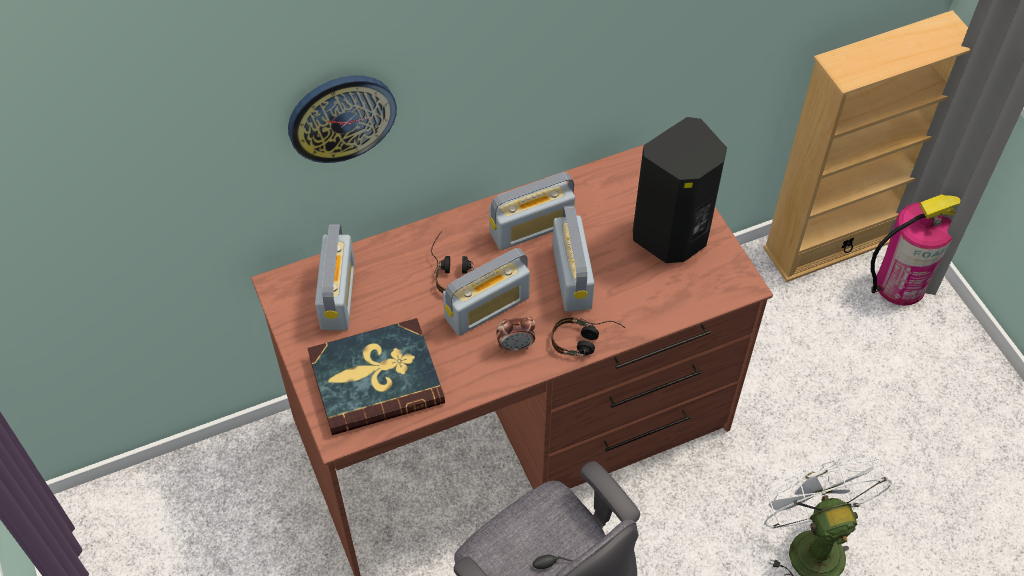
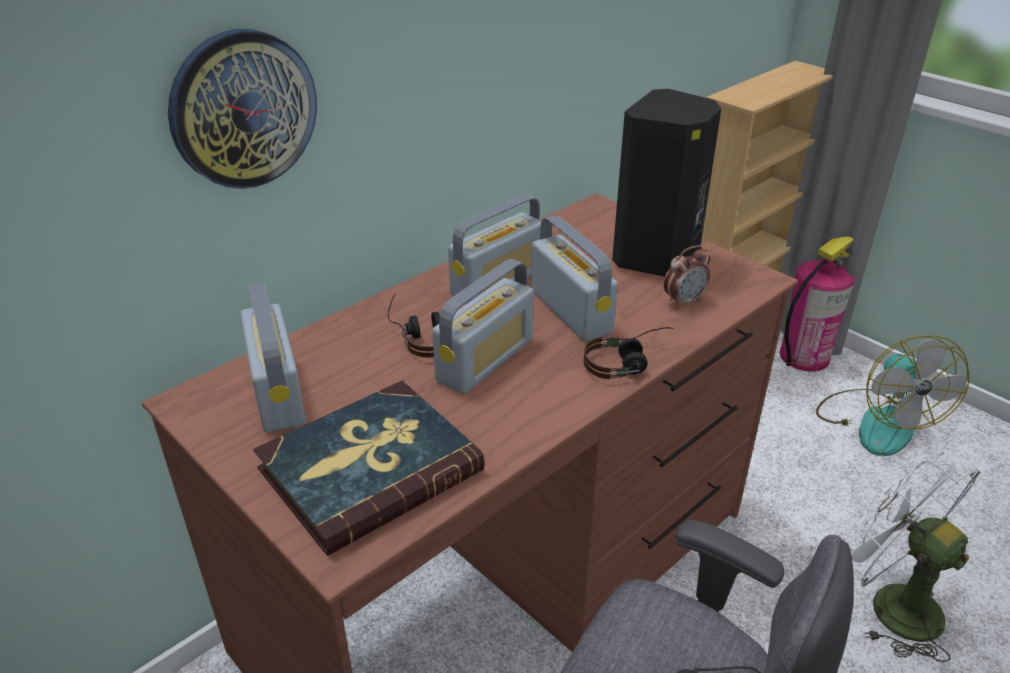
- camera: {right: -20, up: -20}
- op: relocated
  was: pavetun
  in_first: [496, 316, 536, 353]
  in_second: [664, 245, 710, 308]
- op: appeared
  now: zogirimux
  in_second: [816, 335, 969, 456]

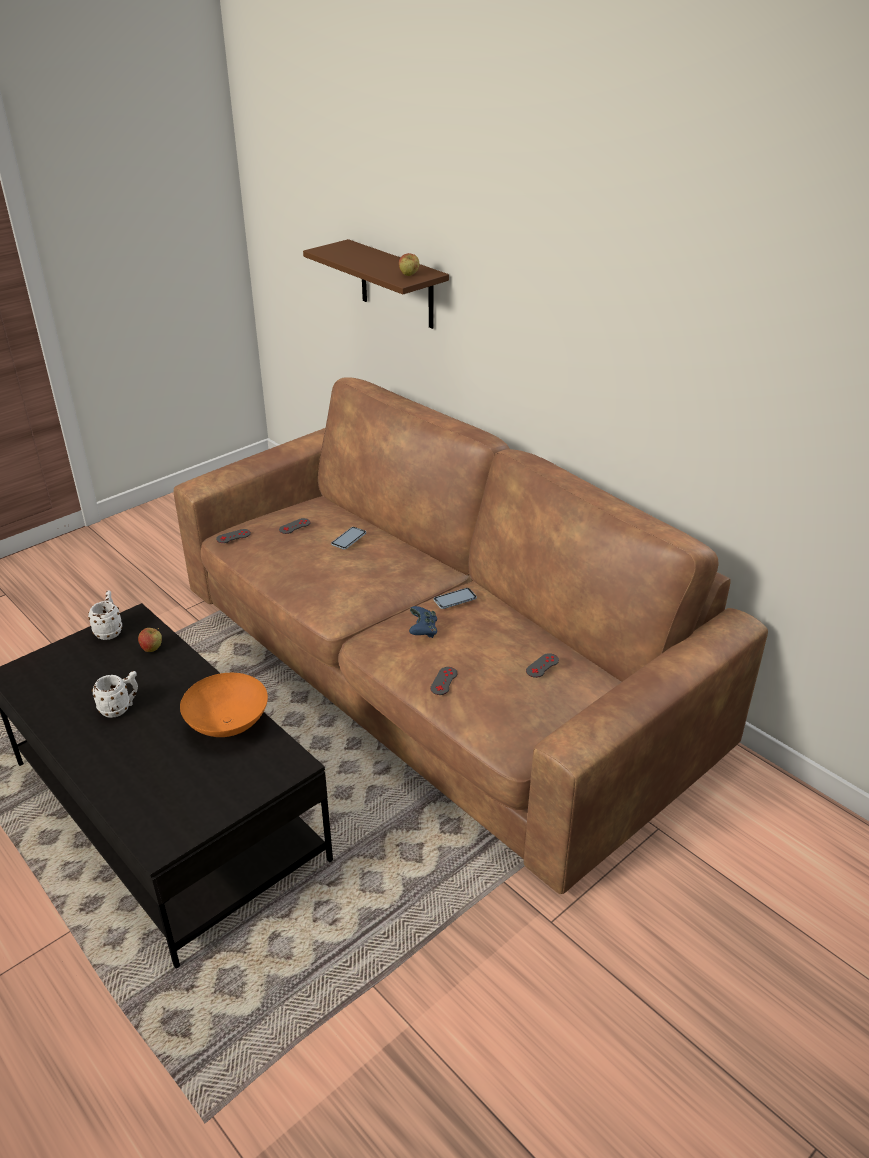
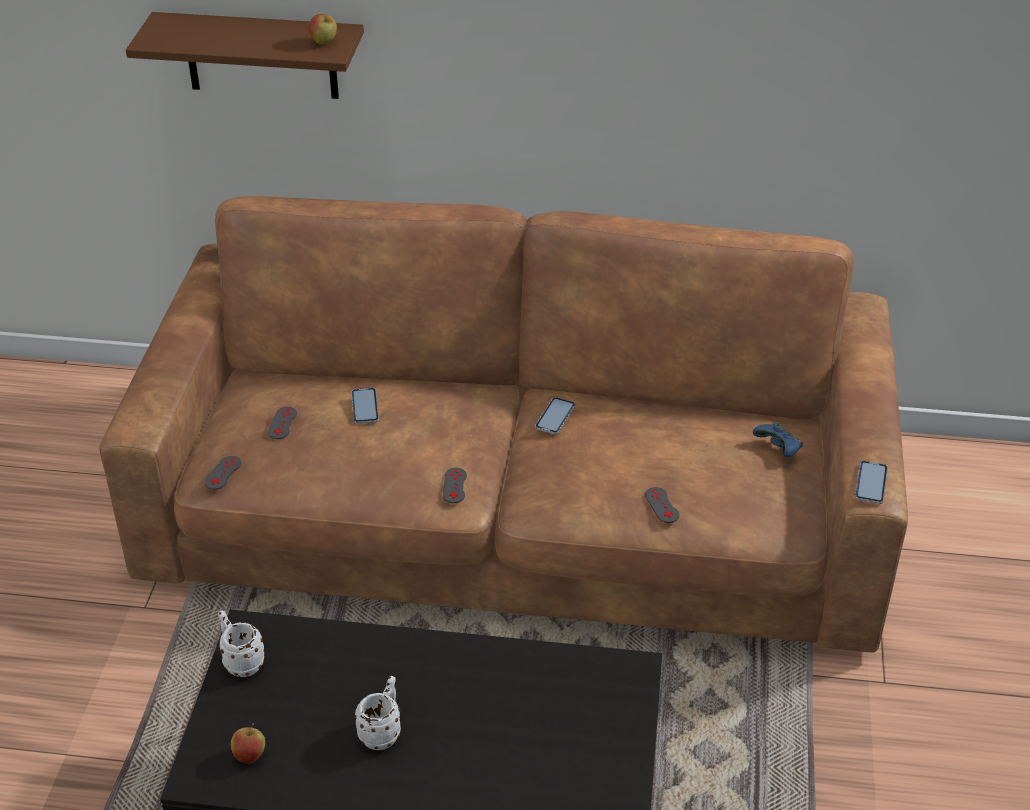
- camera: {right: -40, up: 5}
- op: relocated
  was: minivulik
  in_first: [138, 628, 162, 652]
  in_second: [231, 723, 265, 764]
- op: missing
  was: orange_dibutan
  in_first: [180, 673, 268, 737]
- op: relocated
  was: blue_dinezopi
  in_first: [409, 606, 437, 638]
  in_second: [753, 422, 803, 457]
- op: relocated
  was: grey_dinezopi
  in_first: [526, 653, 559, 678]
  in_second: [443, 468, 467, 503]
- op: appeared
  now: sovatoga
  in_second: [855, 461, 888, 504]

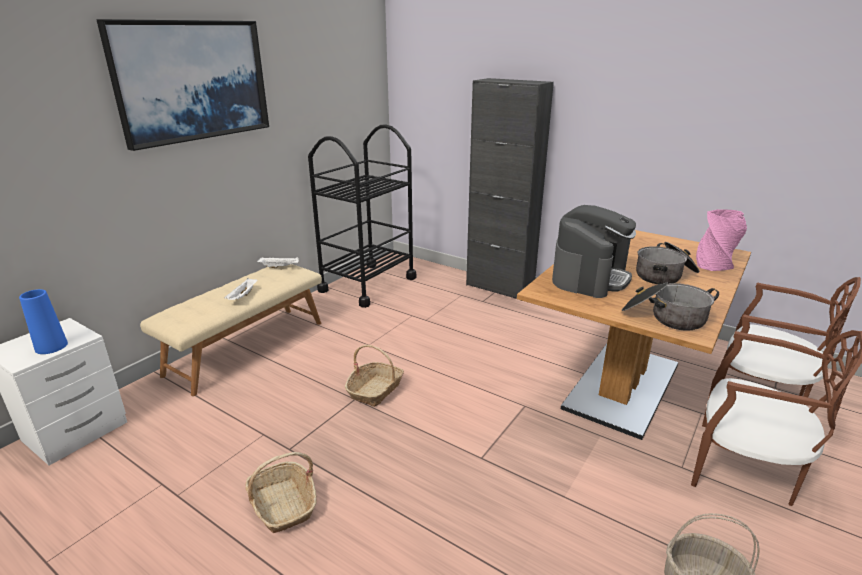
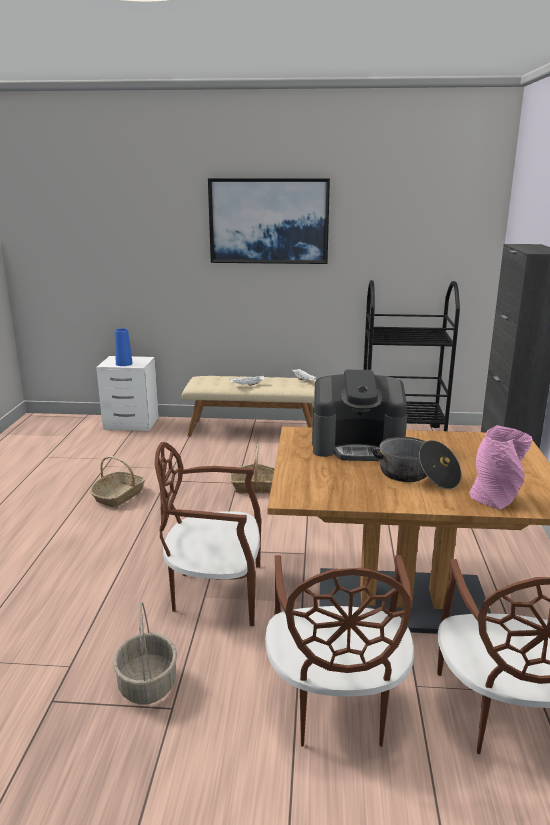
- camera: {right: 60, up: -5}
- op: missing
  was: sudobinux
  in_first: [622, 282, 719, 331]
- op: appeared
  now: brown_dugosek
  in_second: [155, 442, 261, 626]

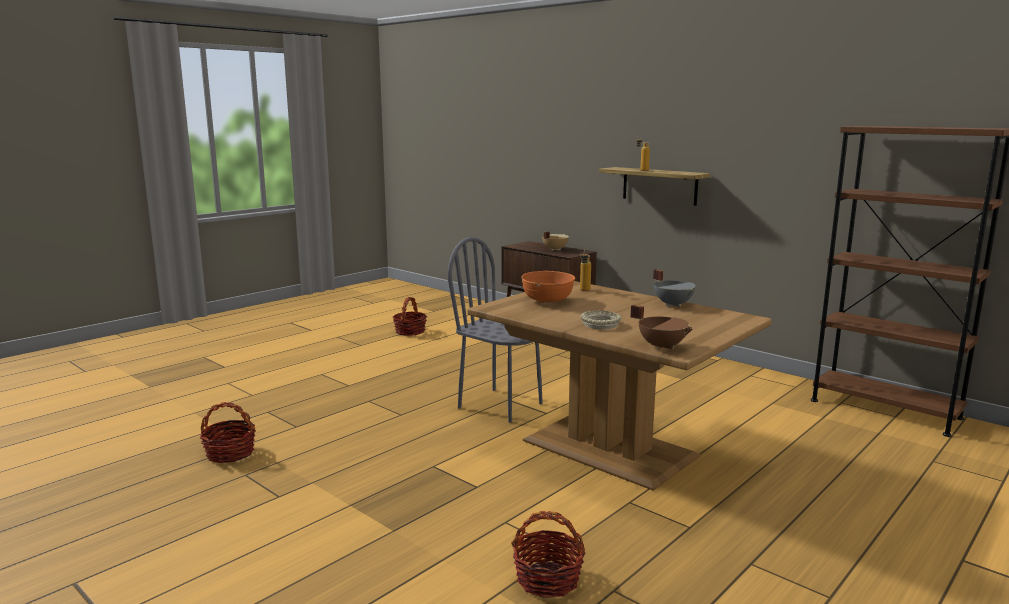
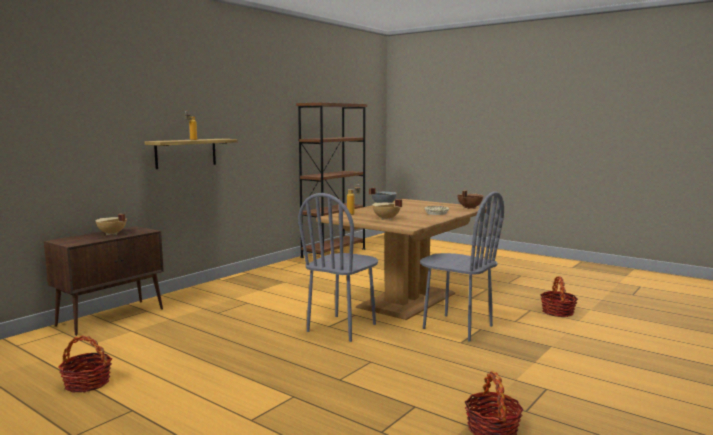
- camera: {right: -95, up: -5}
- op: exchanged
  was: orange_dibutan
  now: beige_sudobinux
  in_first: [521, 271, 575, 303]
  in_second: [372, 199, 402, 220]
- op: appeared
  now: grey_dugosek
  in_second: [420, 191, 504, 341]

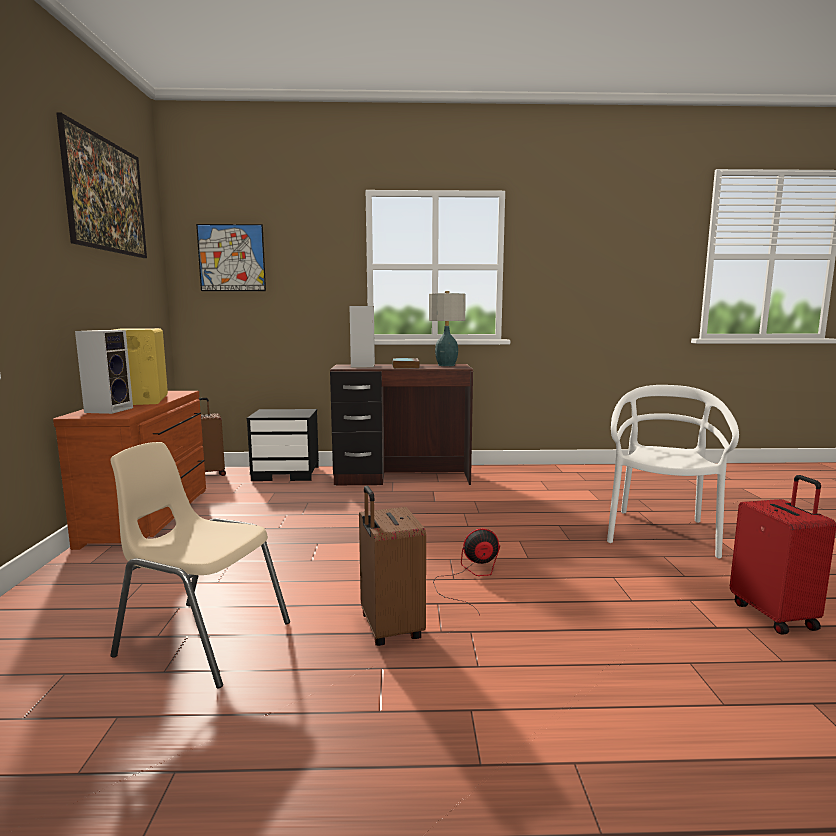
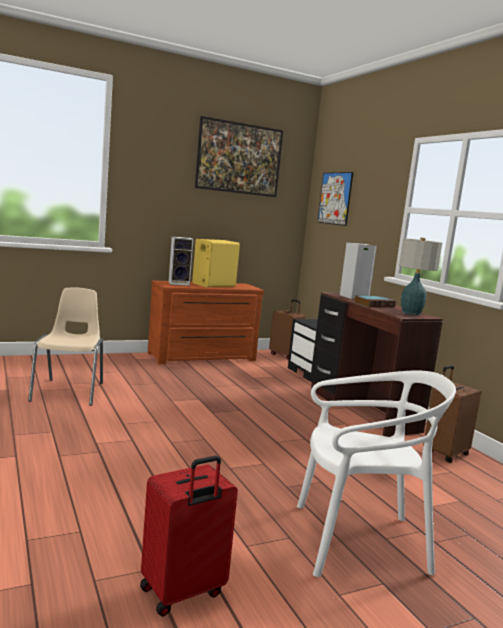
- camera: {right: 65, up: 0}
- op: relocated
  was: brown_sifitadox
  in_first: [359, 486, 426, 646]
  in_second: [423, 365, 481, 463]
- op: missing
  was: zogirimux
  in_first: [433, 528, 500, 615]

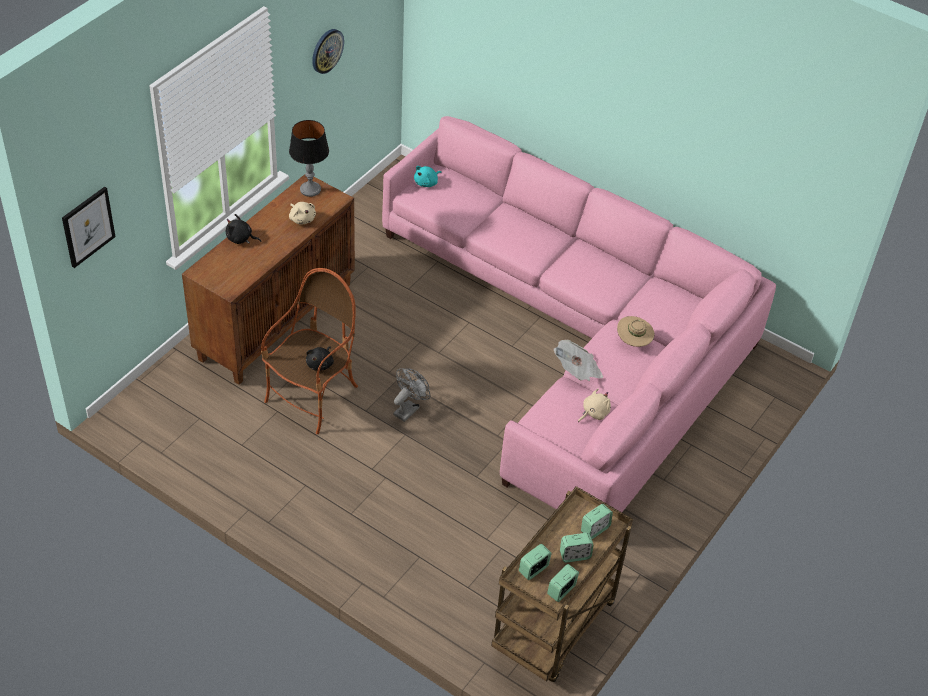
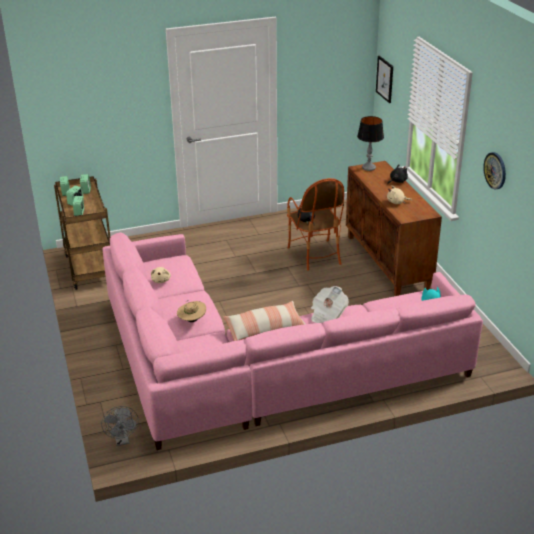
- camera: {right: 130, up: -15}
- op: relocated
  was: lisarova
  in_first: [289, 120, 329, 197]
  in_second: [357, 116, 384, 171]
- op: relocated
  was: grey_zogirimux
  in_first: [393, 368, 430, 422]
  in_second: [101, 406, 139, 446]
- op: relocated
  was: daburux
  in_first: [554, 340, 604, 381]
  in_second: [311, 286, 349, 323]
- op: appeared
  now: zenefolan
  in_second: [223, 301, 305, 341]

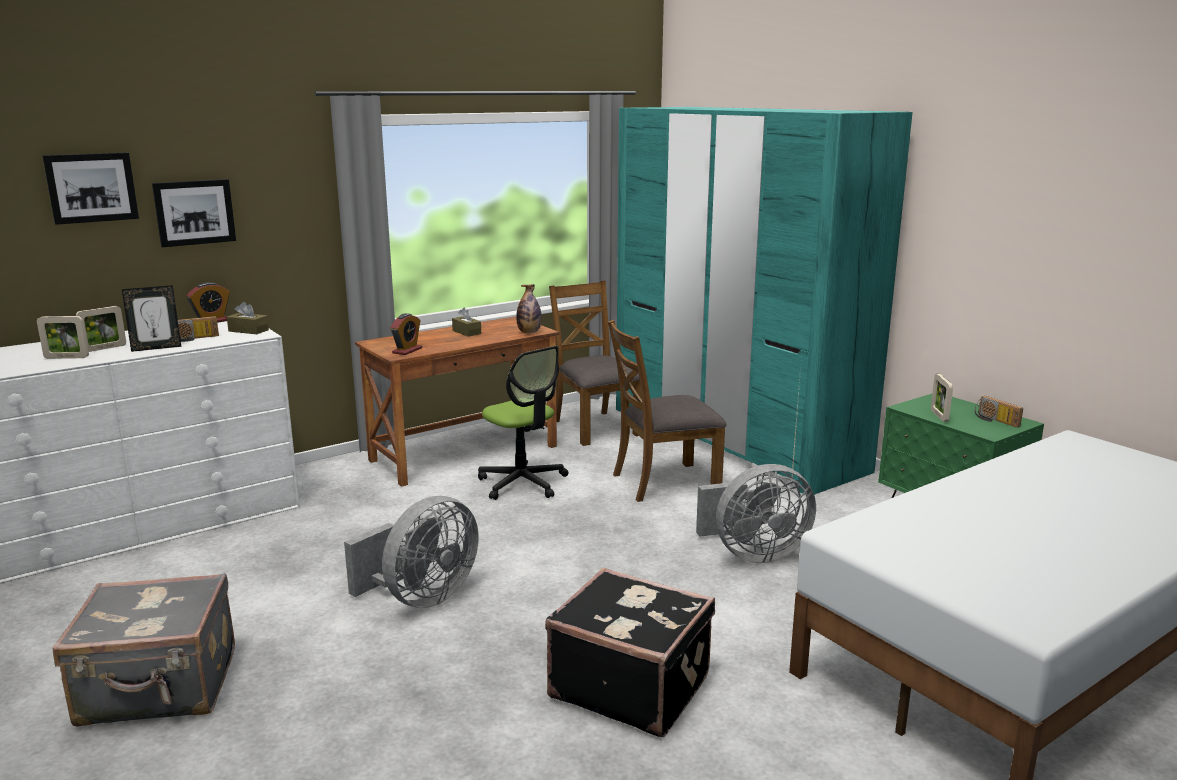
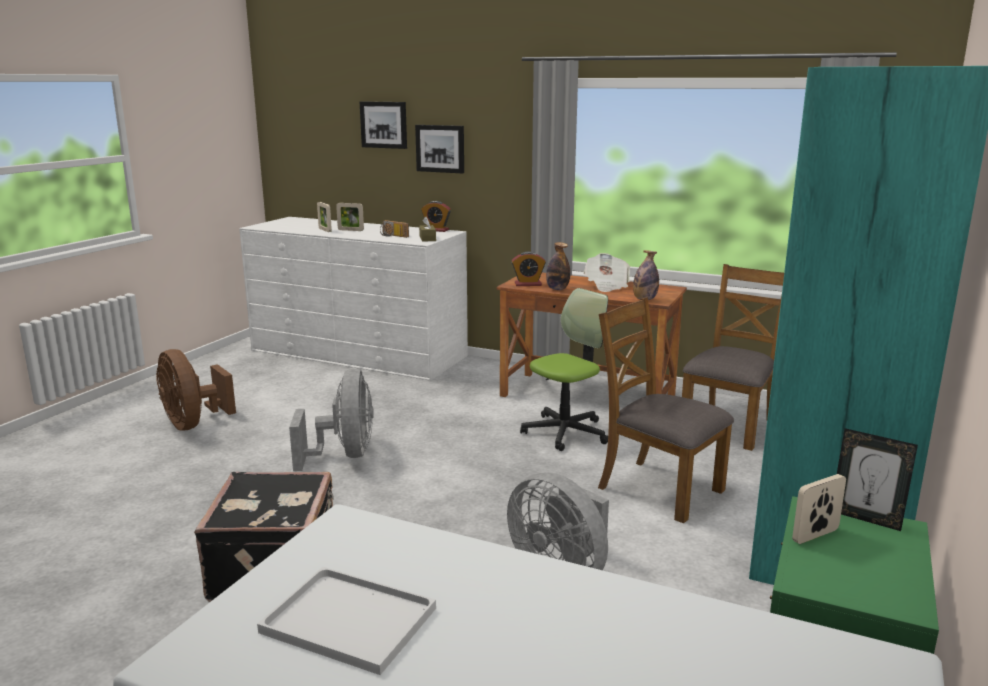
- camera: {right: 60, up: 0}
- op: exchanged
  was: grey_sifitadox
  now: brown_zogirimux
  in_first: [53, 573, 235, 727]
  in_second: [156, 349, 236, 431]
- op: relocated
  was: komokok
  in_first: [122, 285, 181, 352]
  in_second: [837, 428, 918, 531]
- op: spun
  was: grey_zogirimux
  in_first: [344, 496, 479, 608]
  in_second: [289, 369, 374, 471]
  clockwise: -105
- op: exchanged
  was: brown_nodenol
  now: daburux
  in_first: [452, 307, 481, 337]
  in_second: [583, 253, 630, 292]
- op: spun
  was: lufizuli
  in_first: [478, 346, 568, 500]
  in_second: [520, 288, 608, 451]
  clockwise: -150
- op: missing
  was: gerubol
  in_first: [975, 396, 1023, 428]
- op: appeared
  now: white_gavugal
  in_second: [257, 567, 436, 675]
- op: appeared
  now: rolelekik
  in_second: [546, 242, 570, 290]

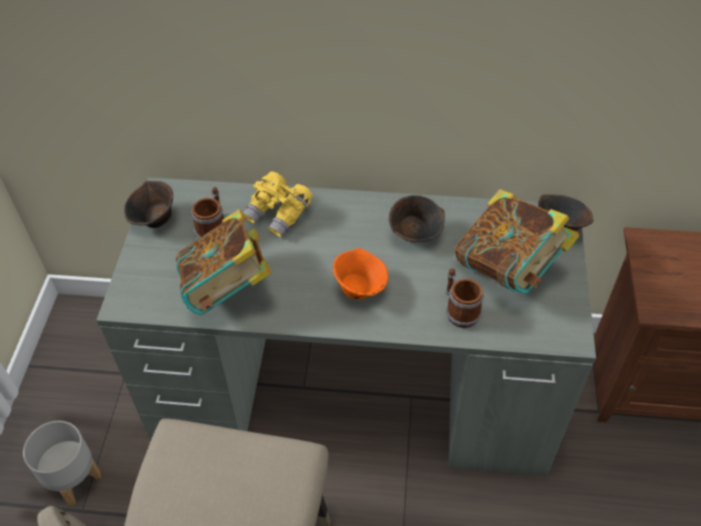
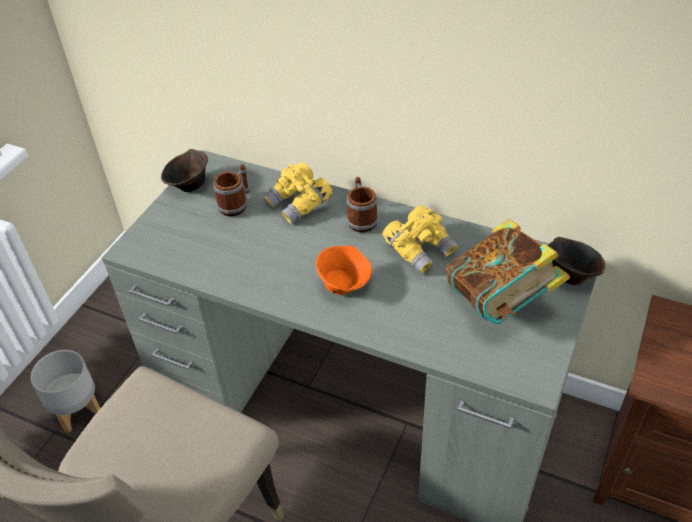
- camera: {right: 20, up: -5}
- op: missing
  was: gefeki
  in_first: [175, 209, 271, 315]
- op: exchanged
  was: brown_dibutan
  now: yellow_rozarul
  in_first: [389, 195, 445, 242]
  in_second: [382, 205, 458, 273]
- op: relocated
  was: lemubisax
  in_first: [445, 268, 483, 328]
  in_second: [346, 177, 378, 232]

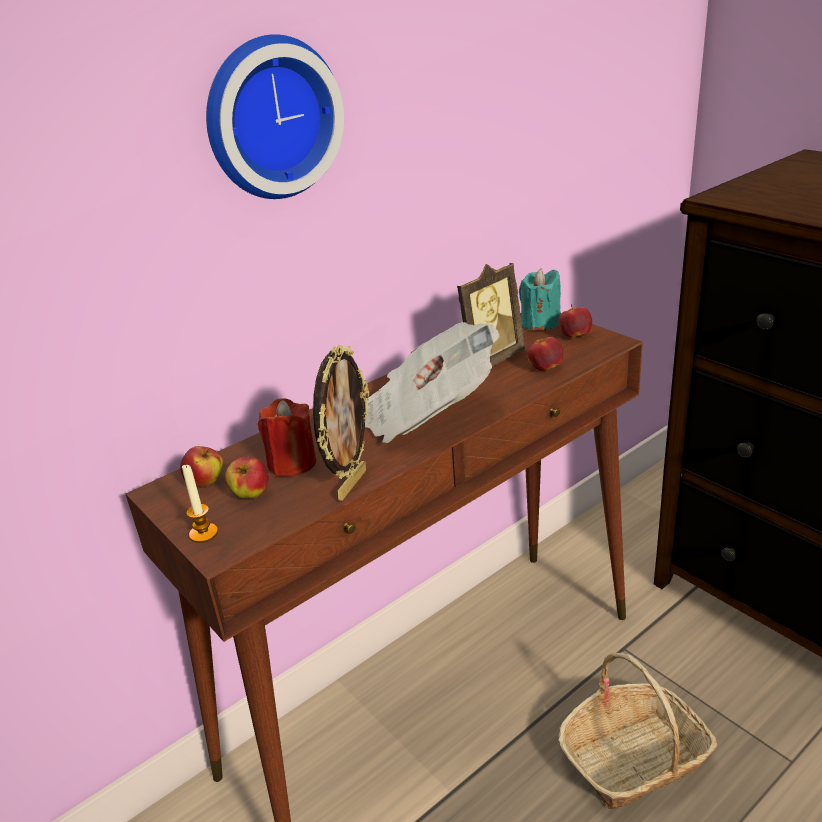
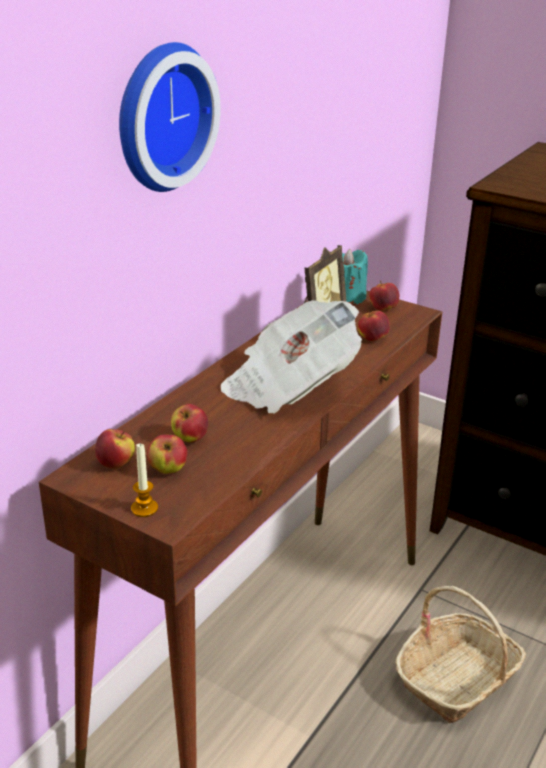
- camera: {right: -20, up: 0}
- op: exchanged
  was: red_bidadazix
  now: minivulik
  in_first: [258, 398, 316, 477]
  in_second: [171, 404, 208, 443]
- op: missing
  was: komokok
  in_first: [313, 345, 369, 501]

